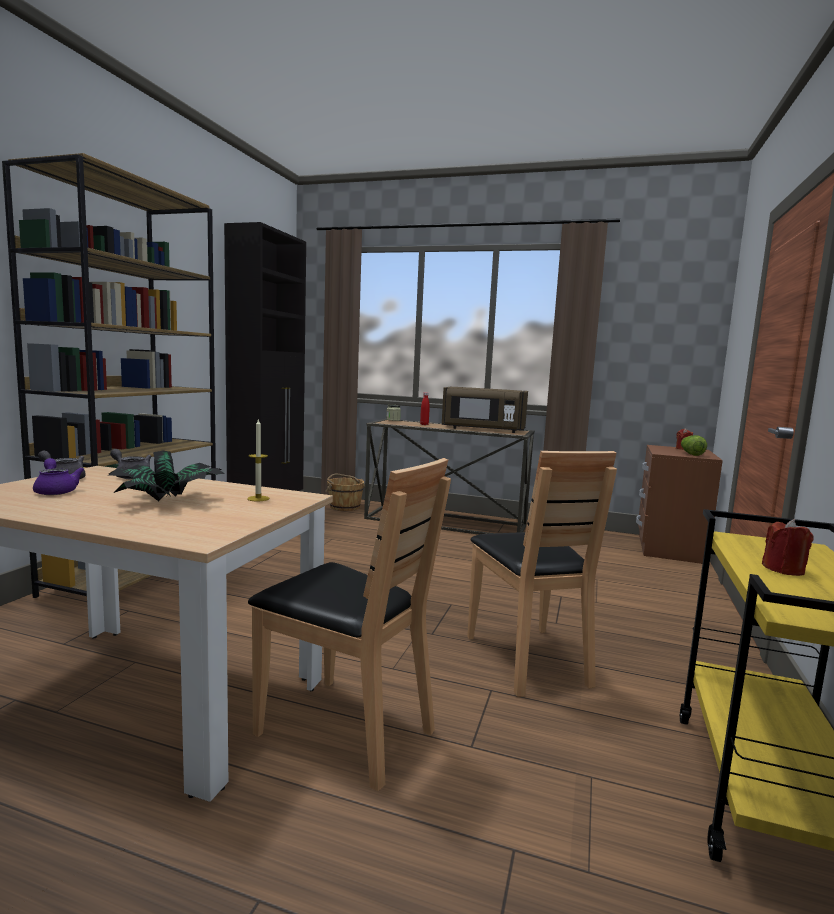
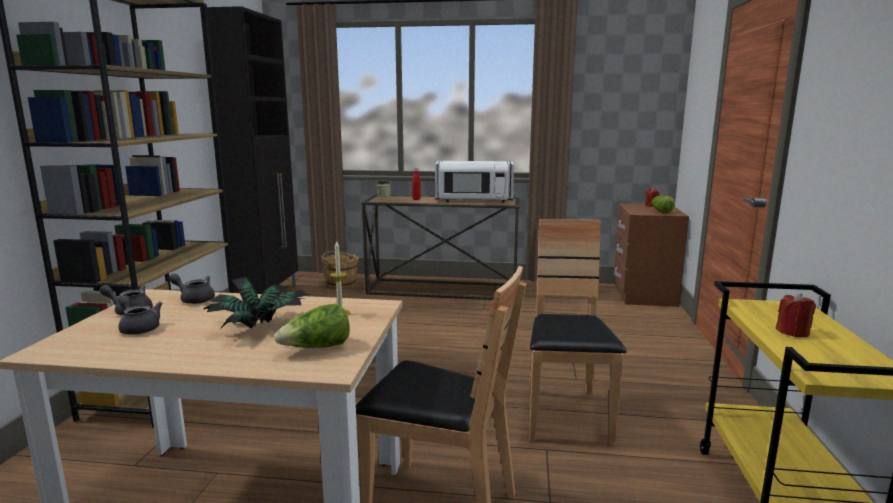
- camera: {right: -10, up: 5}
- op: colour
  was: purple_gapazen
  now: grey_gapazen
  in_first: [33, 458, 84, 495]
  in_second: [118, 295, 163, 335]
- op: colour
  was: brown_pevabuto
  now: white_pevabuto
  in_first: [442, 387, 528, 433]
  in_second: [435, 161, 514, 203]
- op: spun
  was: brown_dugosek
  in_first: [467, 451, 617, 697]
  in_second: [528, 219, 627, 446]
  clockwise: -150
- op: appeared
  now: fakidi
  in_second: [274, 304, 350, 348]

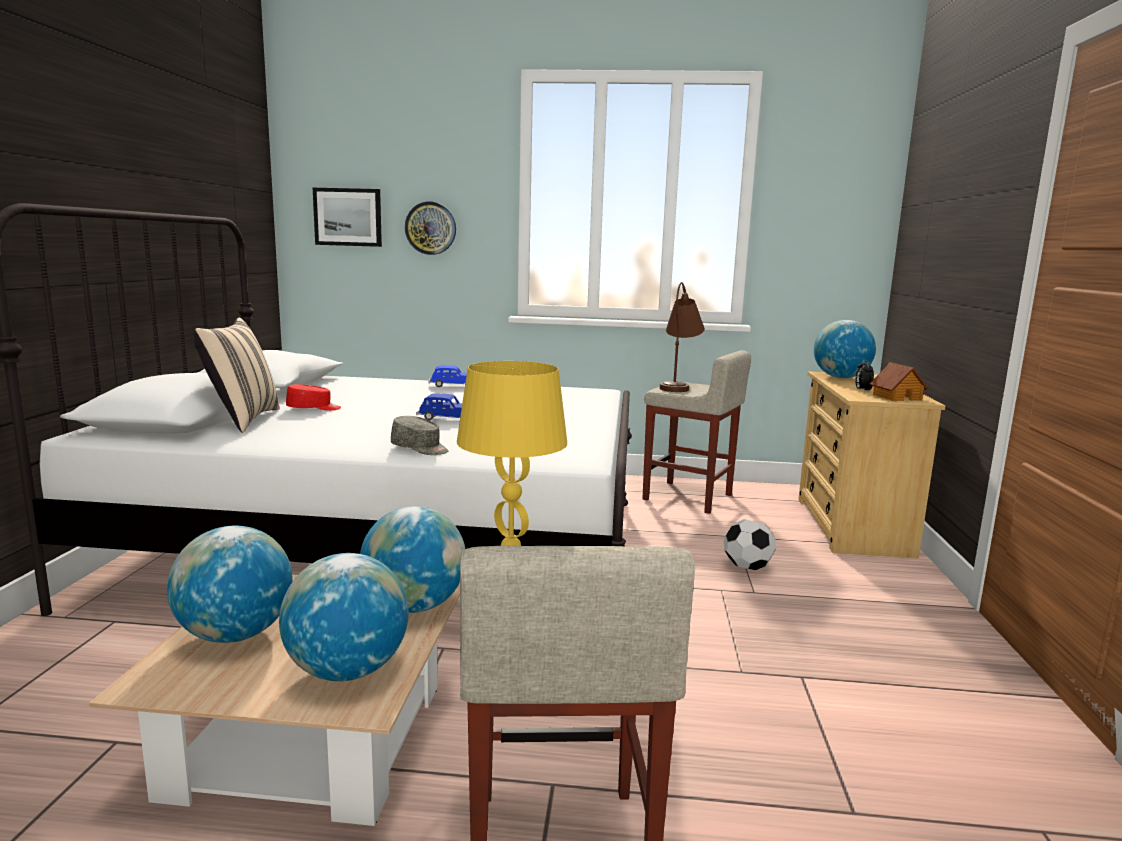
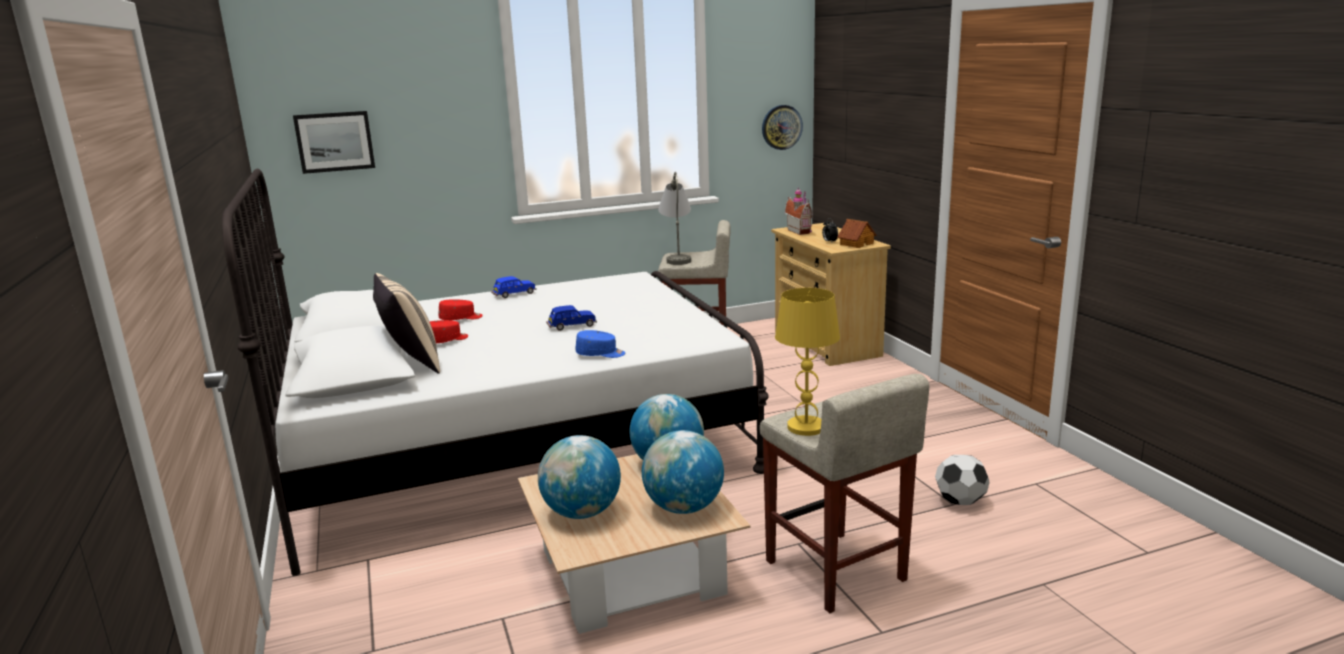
- camera: {right: -25, up: 5}
- op: colour
  was: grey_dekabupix
  now: blue_dekabupix
  in_first: [391, 416, 448, 455]
  in_second: [576, 330, 626, 358]
- op: relocated
  was: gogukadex
  in_first: [405, 201, 456, 255]
  in_second: [762, 105, 803, 150]
- op: colour
  was: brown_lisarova
  now: grey_lisarova
  in_first: [660, 282, 705, 392]
  in_second: [658, 172, 691, 265]
- op: relocated
  was: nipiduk
  in_first: [724, 519, 776, 570]
  in_second: [935, 455, 990, 505]
- op: exchanged
  was: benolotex
  now: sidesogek
  in_first: [814, 320, 876, 378]
  in_second: [785, 187, 813, 235]
- op: appeared
  now: red_dekabupix
  in_second: [438, 299, 483, 320]

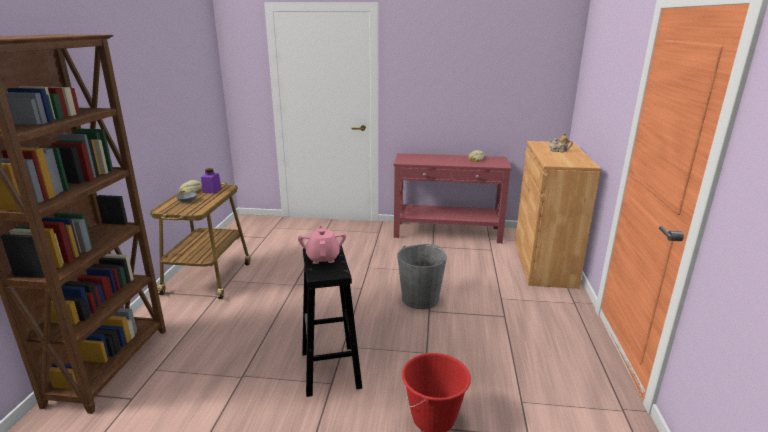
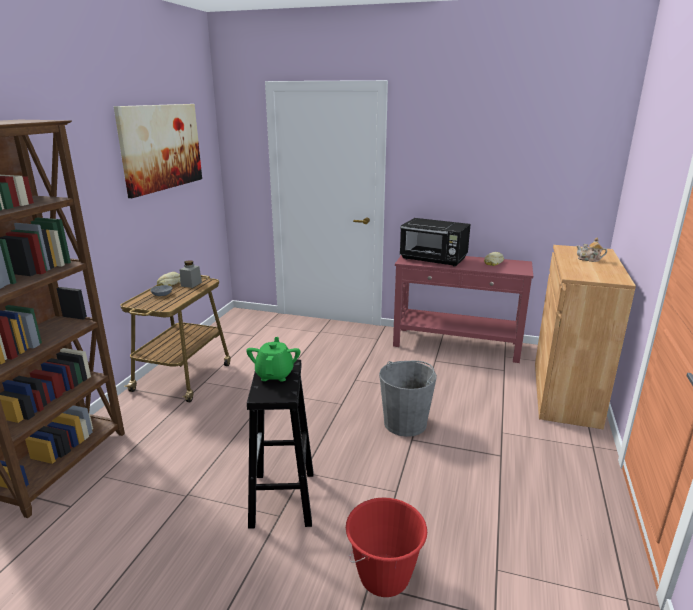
- camera: {right: 10, up: 0}
- op: colour
  was: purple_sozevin
  now: grey_sozevin
  in_first: [201, 168, 222, 194]
  in_second: [180, 260, 202, 288]
- op: colour
  was: pink_gapazen
  now: green_gapazen
  in_first: [298, 226, 346, 264]
  in_second: [246, 337, 301, 382]
- op: appeared
  now: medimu
  in_second: [114, 104, 202, 198]
- op: appeared
  now: black_pevabuto
  in_second: [400, 218, 471, 266]

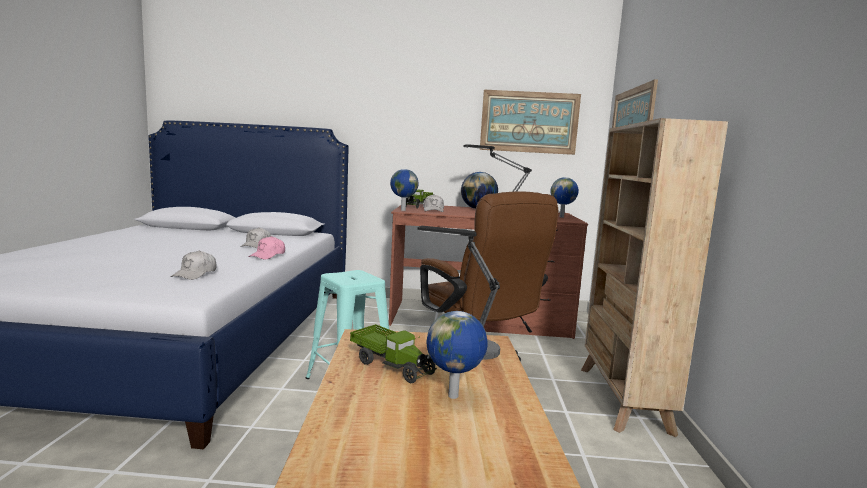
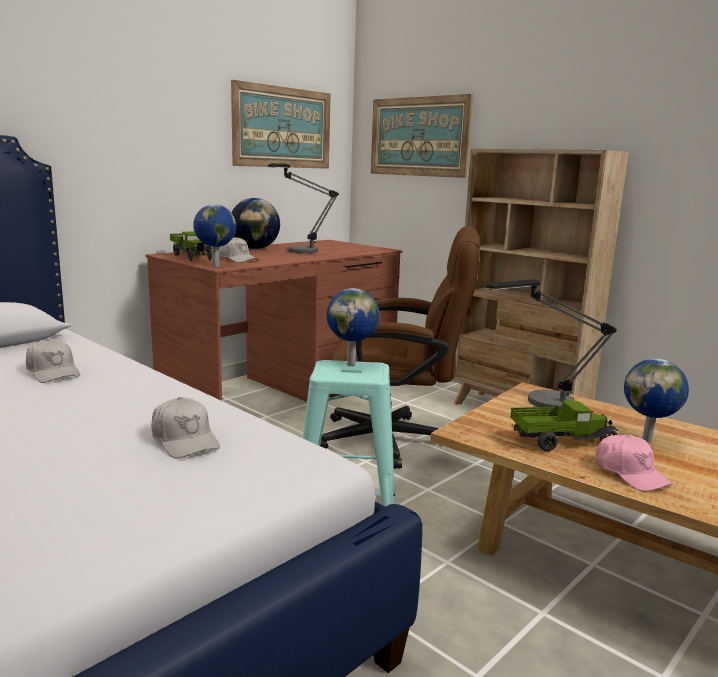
- camera: {right: -50, up: 5}
- op: relocated
  was: pink_dekabupix
  in_first: [249, 236, 285, 260]
  in_second: [596, 435, 672, 492]
- op: relocated
  was: benolotex
  in_first: [550, 177, 578, 218]
  in_second: [326, 288, 379, 365]

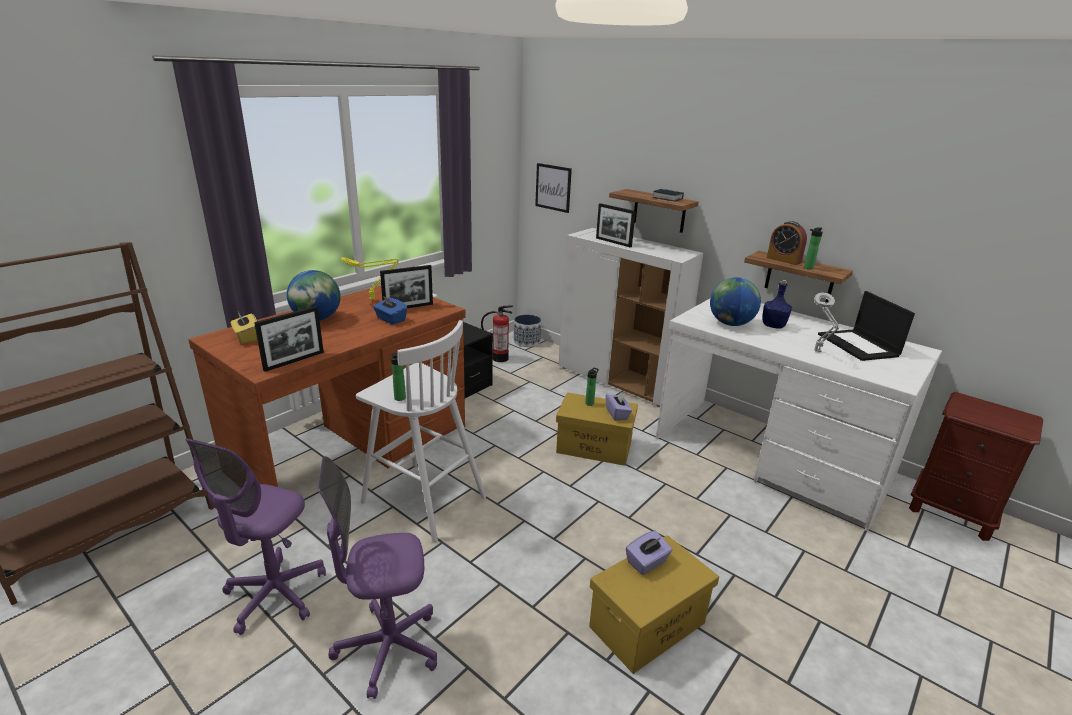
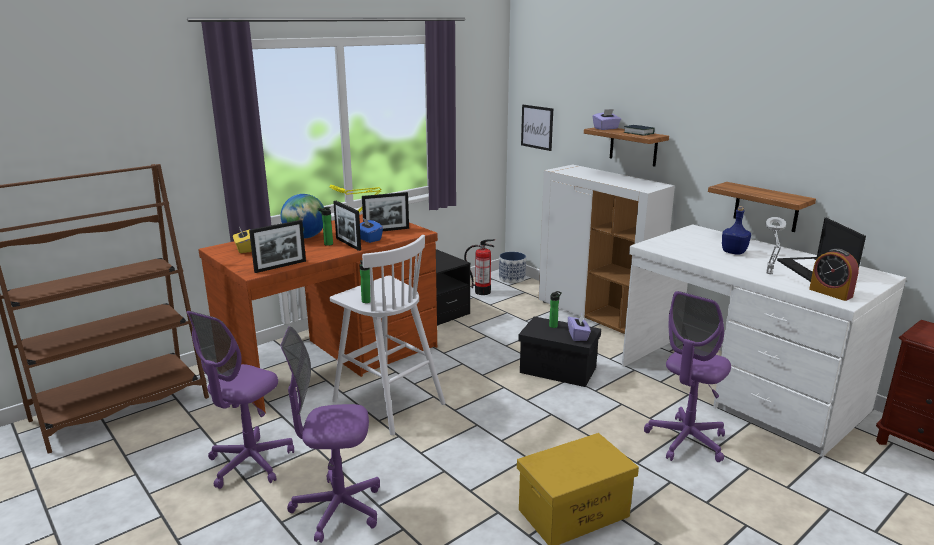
- camera: {right: 10, up: -5}
- op: colour
  was: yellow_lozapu
  now: black_lozapu
  in_first: [556, 392, 638, 466]
  in_second: [518, 317, 601, 387]
- op: relocated
  was: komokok
  in_first: [596, 203, 636, 247]
  in_second: [333, 201, 361, 251]
- op: relocated
  was: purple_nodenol
  in_first: [626, 531, 672, 575]
  in_second: [593, 109, 621, 130]
- op: missing
  was: benolotex
  in_first: [710, 277, 761, 326]
- op: relocated
  was: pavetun
  in_first: [767, 221, 807, 265]
  in_second: [809, 249, 859, 301]
- op: relocated
  was: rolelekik
  in_first: [804, 227, 823, 270]
  in_second: [318, 207, 333, 246]
- op: appeared
  now: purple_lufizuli
  in_second: [644, 291, 731, 462]

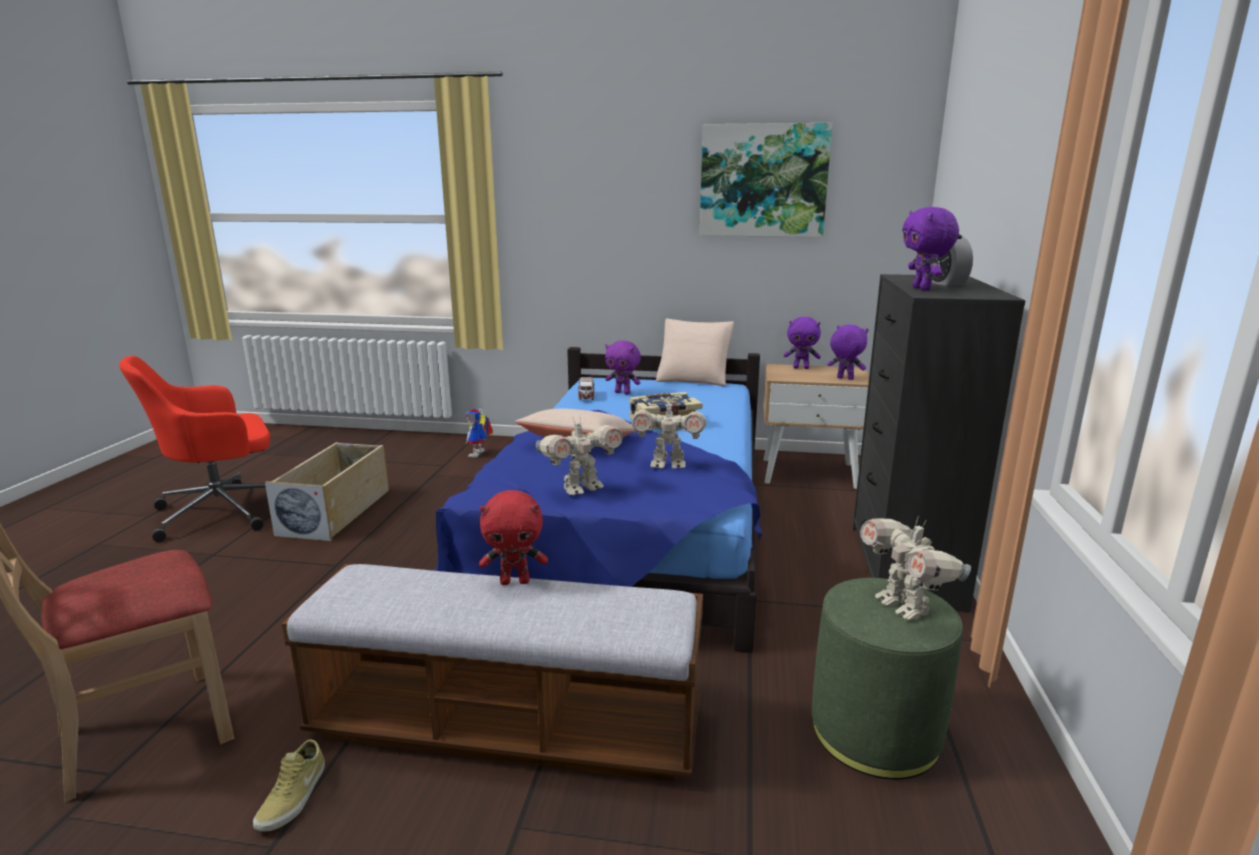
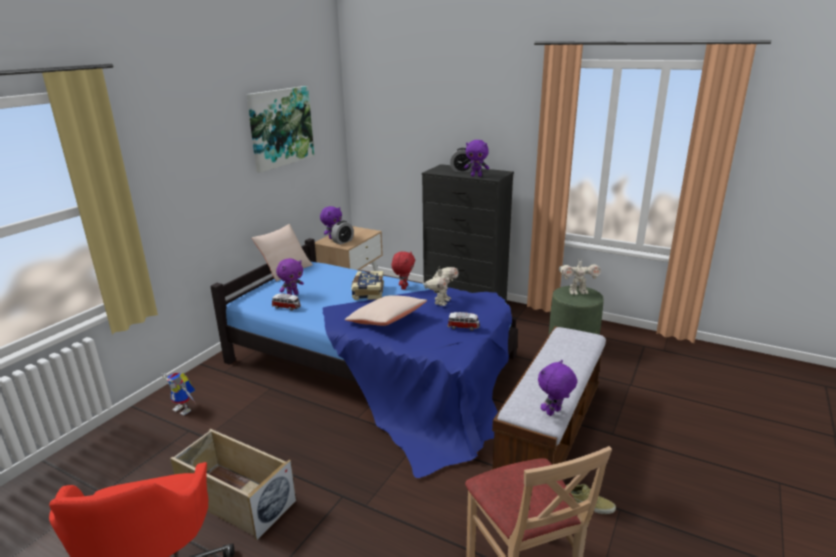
- camera: {right: -70, up: 5}
- op: relocated
  was: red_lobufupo
  in_first: [479, 490, 548, 585]
  in_second: [392, 252, 415, 290]
- op: exchanged
  was: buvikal
  now: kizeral
  in_first: [536, 418, 623, 495]
  in_second: [447, 312, 480, 331]
- op: relocated
  was: purple_lobufupo
  in_first: [827, 325, 868, 380]
  in_second: [538, 360, 577, 416]
- op: appeared
  now: pavetun
  in_second: [331, 221, 354, 245]

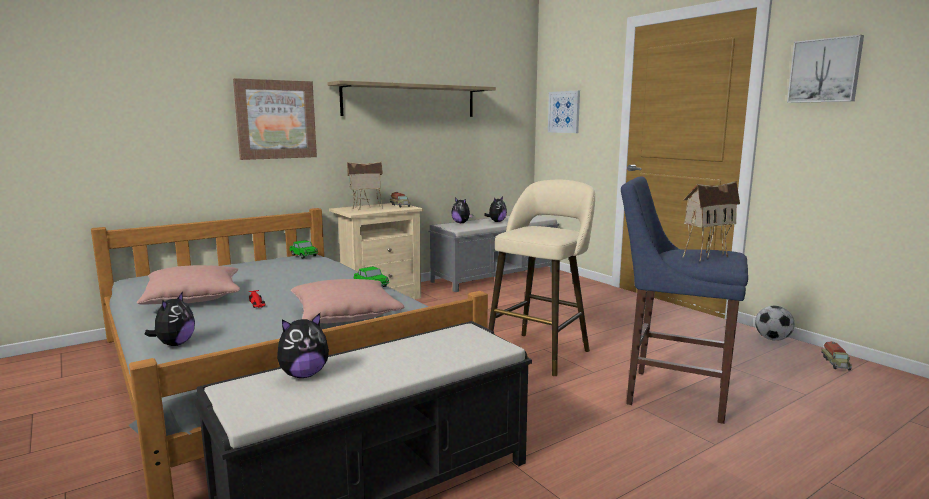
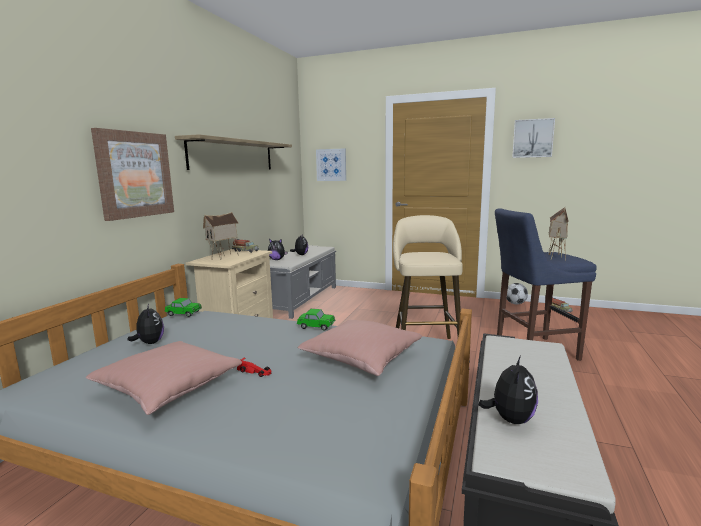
- camera: {right: -35, up: 0}
- op: relocated
  was: lobufupo
  in_first: [145, 292, 195, 346]
  in_second: [128, 304, 164, 344]

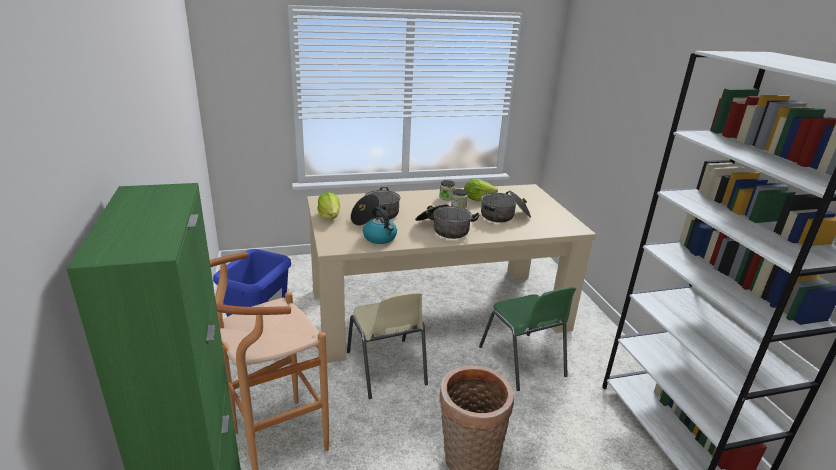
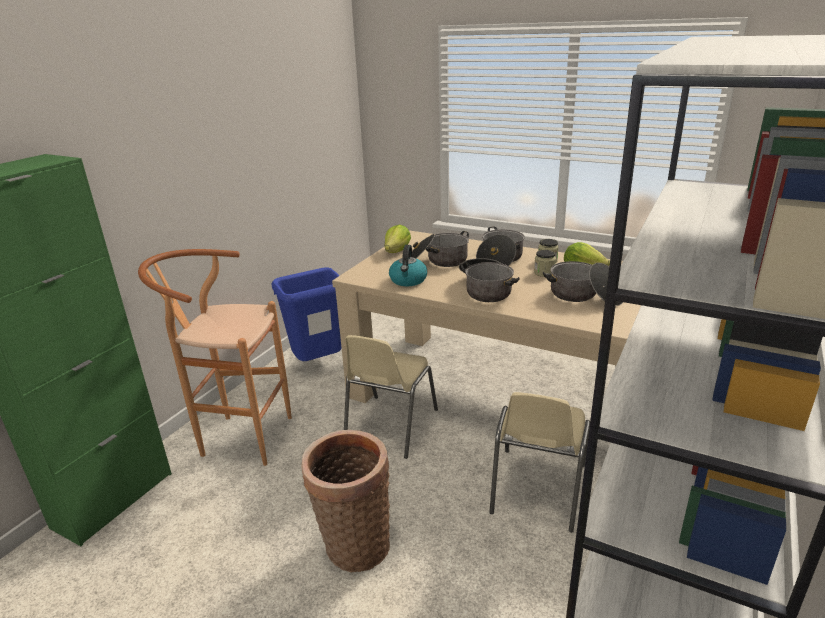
- camera: {right: 45, up: 0}
- op: colour
  was: green_dugosek
  now: beige_dugosek
  in_first: [479, 286, 576, 391]
  in_second: [489, 392, 590, 532]
- op: appeared
  now: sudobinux
  in_second: [476, 226, 525, 266]

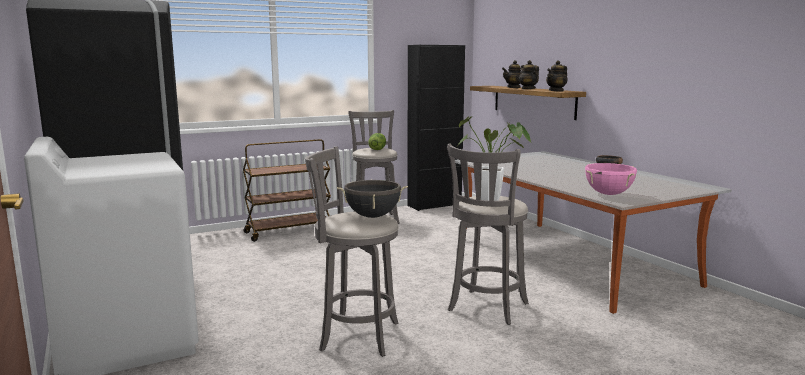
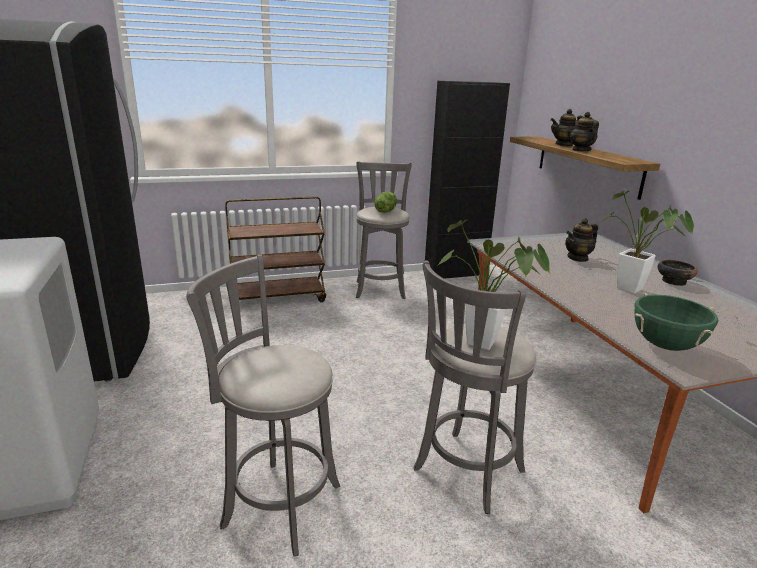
- camera: {right: 10, up: 10}
- op: missing
  was: black_sudobinux
  in_first: [337, 180, 408, 218]
- op: relocated
  was: gapazen
  in_first: [546, 60, 568, 91]
  in_second: [565, 218, 598, 262]
- op: colour
  was: pink_sudobinux
  now: green_sudobinux
  in_first: [585, 163, 637, 195]
  in_second: [634, 293, 718, 351]
- op: appeared
  now: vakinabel
  in_second: [600, 191, 694, 294]

